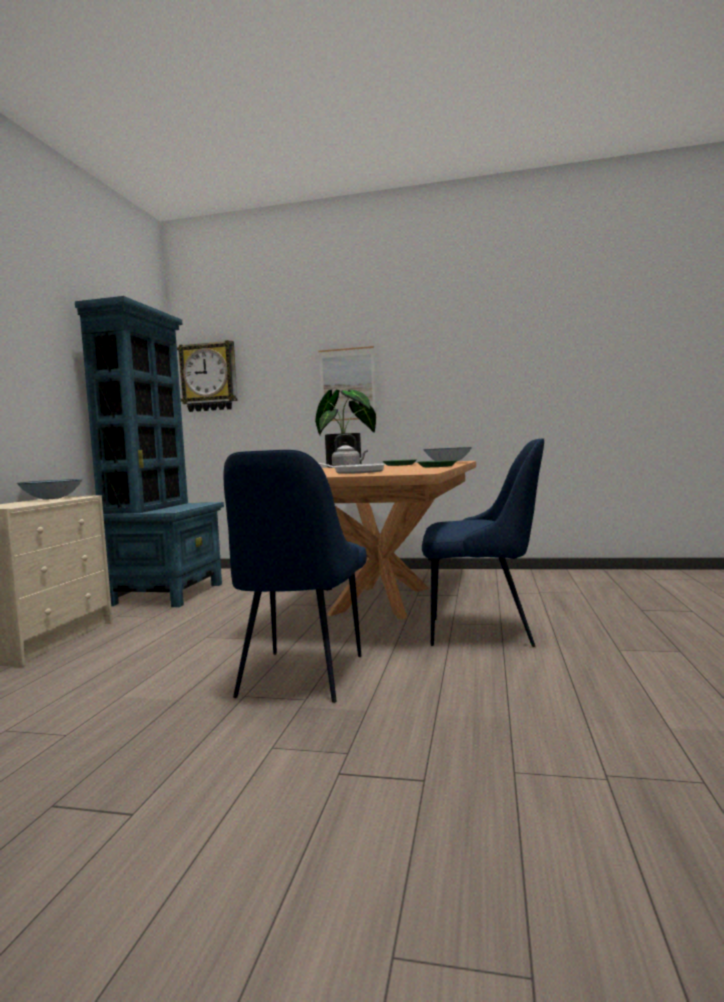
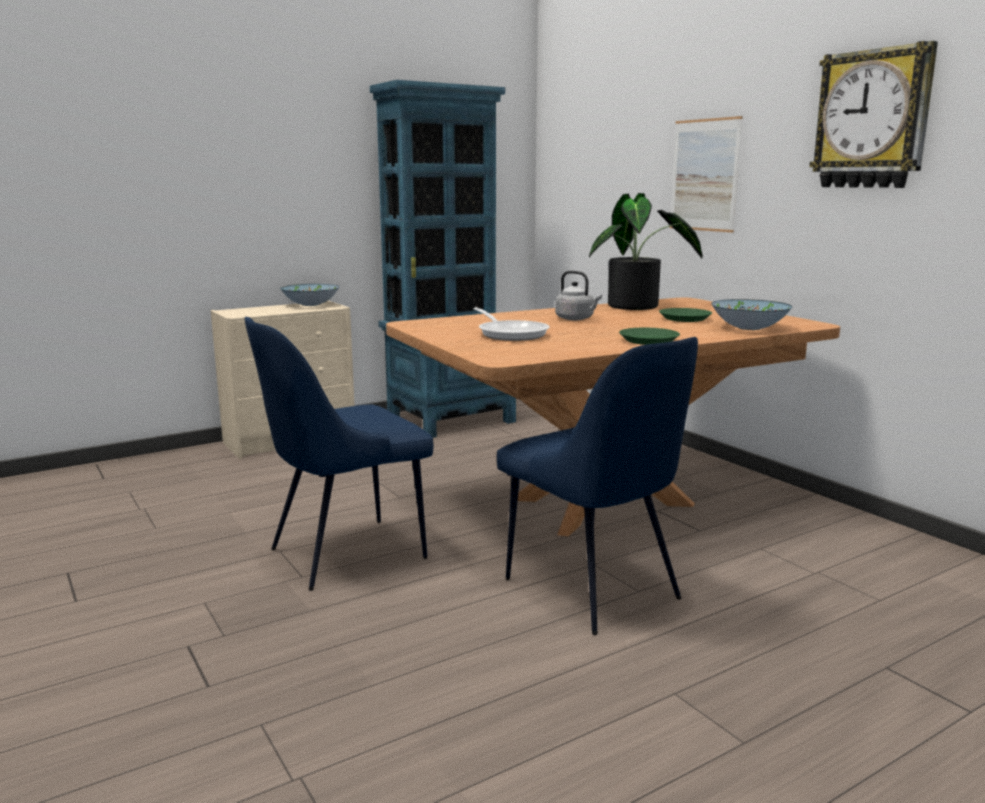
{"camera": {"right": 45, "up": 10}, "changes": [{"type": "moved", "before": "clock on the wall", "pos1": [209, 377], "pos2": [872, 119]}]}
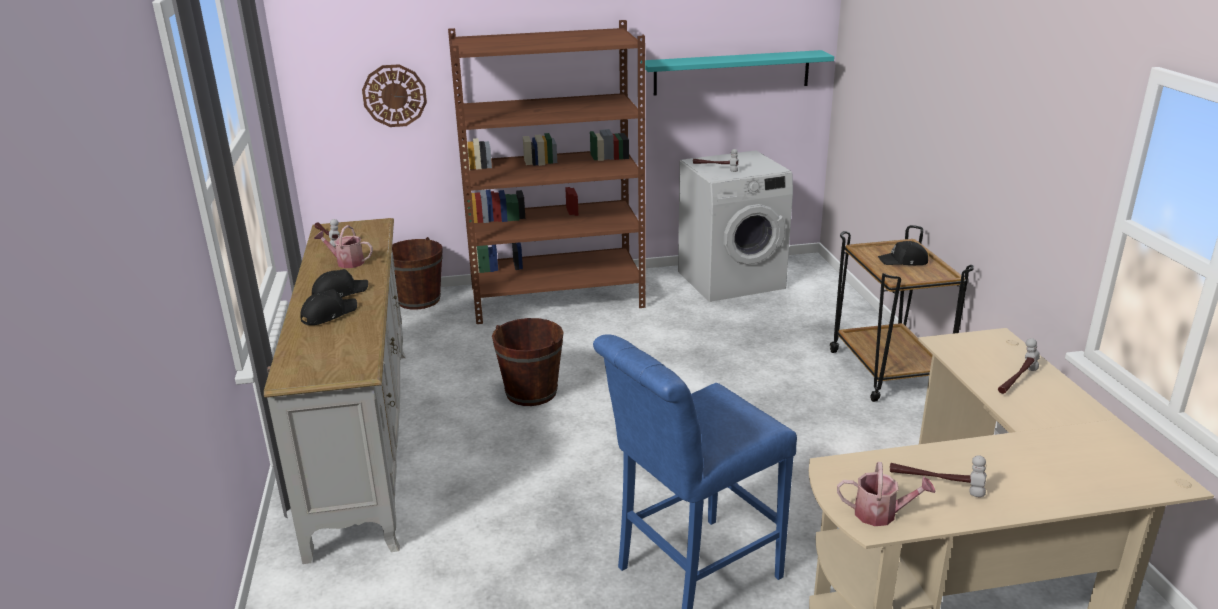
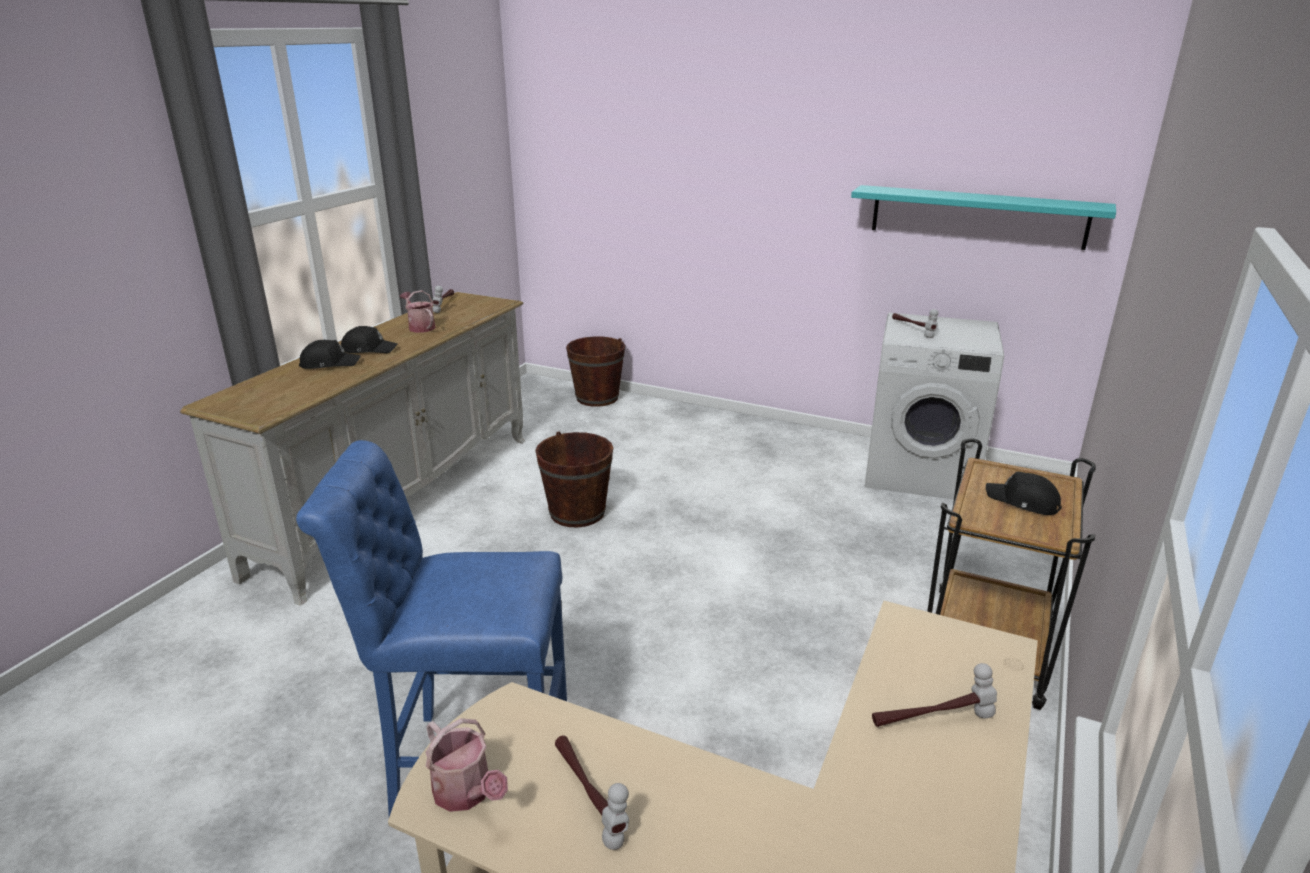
{"camera": {"right": 35, "up": 0}, "changes": [{"type": "removed", "before": "clock on the wall", "pos1": [394, 95]}, {"type": "removed", "before": "bookshelf in brown-coloured", "pos1": [556, 297]}]}
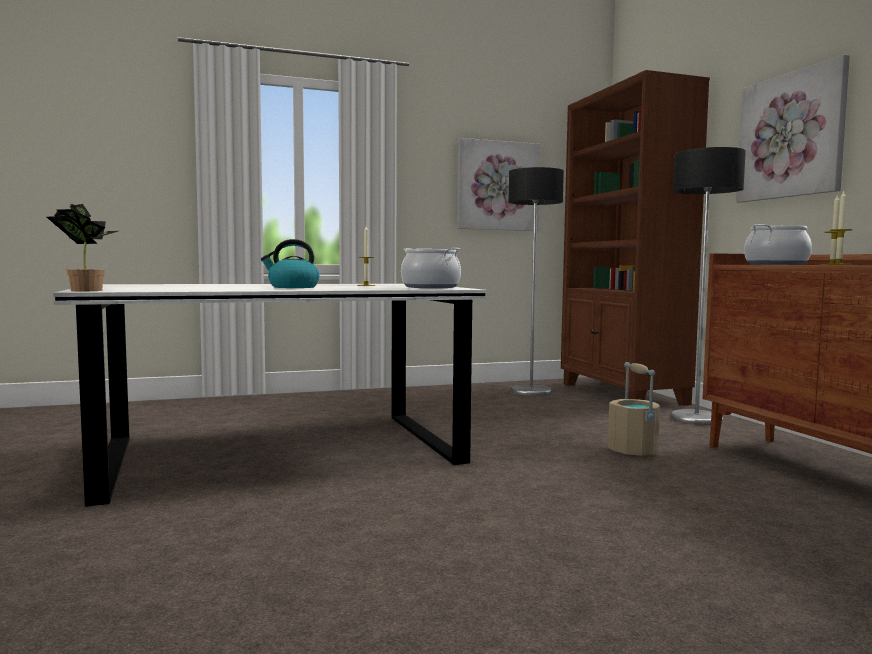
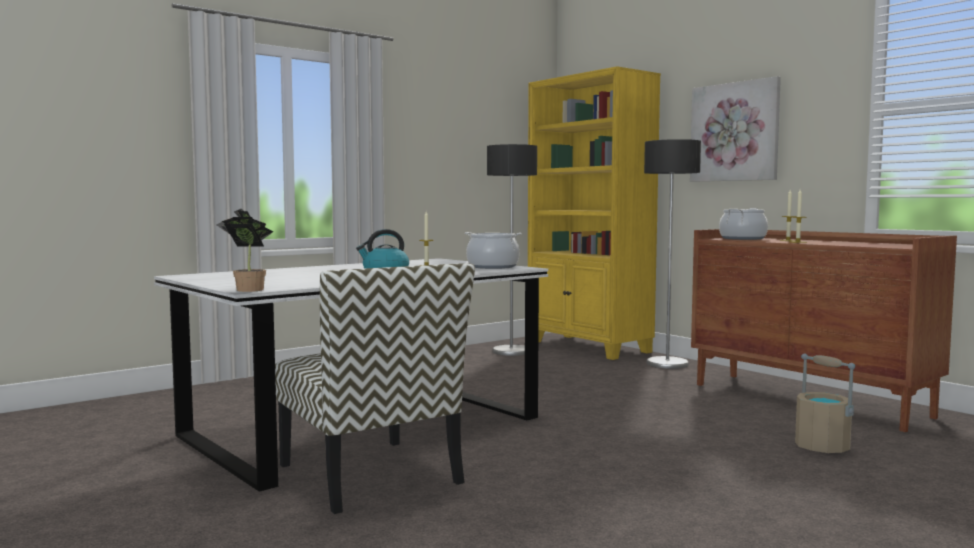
{"camera": {"right": -20, "up": 0}, "changes": [{"type": "added", "after": "chair", "pos2": [371, 474]}, {"type": "recoloured", "before": "bookshelf in brown-coloured", "after": "bookshelf in yellow", "pos1": [622, 393], "pos2": [589, 347]}, {"type": "moved", "before": "water bucket in beige", "pos1": [633, 450], "pos2": [822, 447]}, {"type": "removed", "before": "wall picture", "pos1": [497, 186]}]}
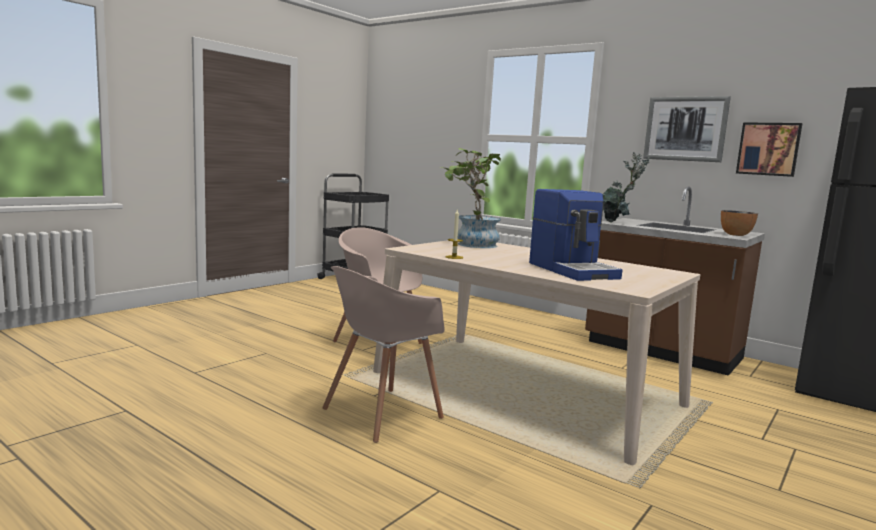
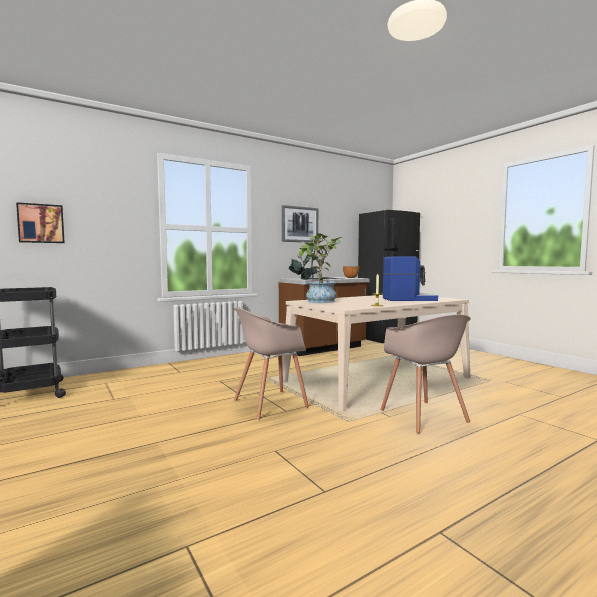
{"camera": {"right": -70, "up": -5}, "changes": [{"type": "moved", "before": "wall picture", "pos1": [768, 149], "pos2": [41, 223]}]}
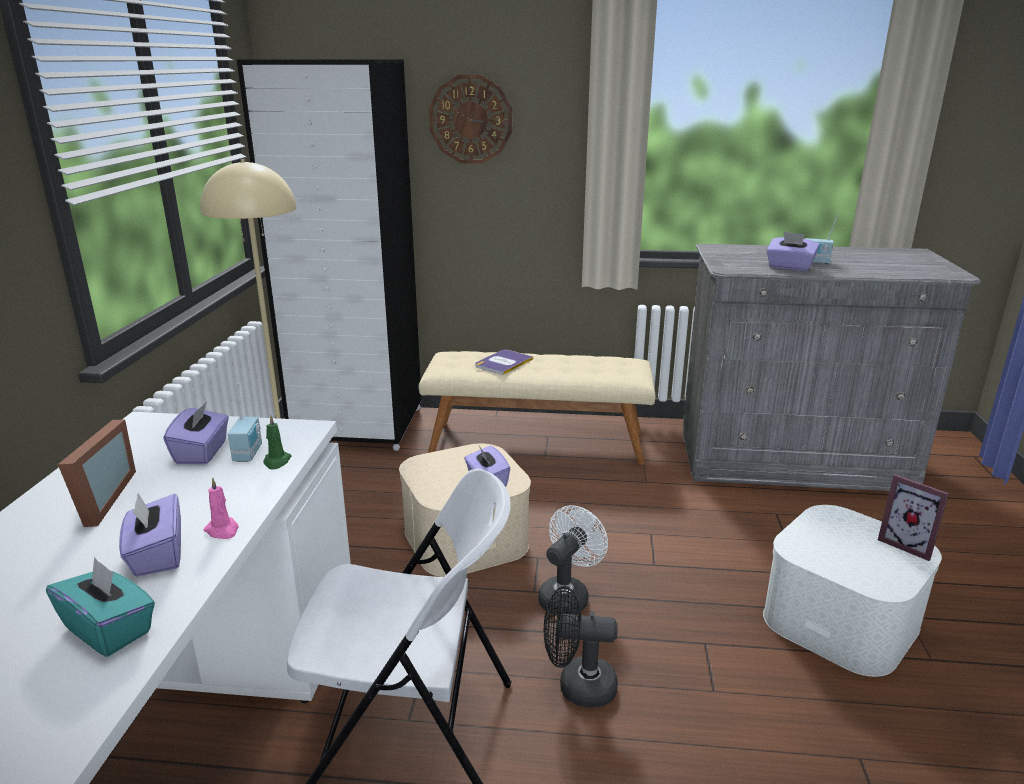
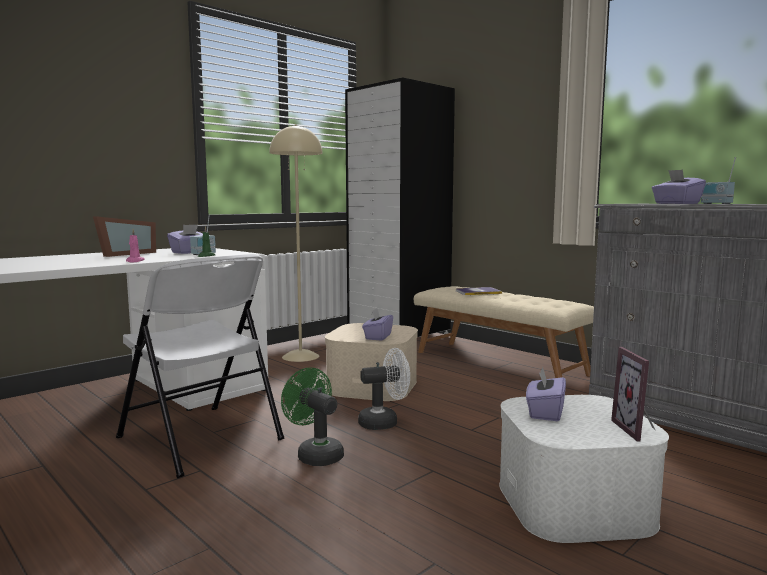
{"camera": {"right": 40, "up": -15}, "changes": [{"type": "recoloured", "before": "cooling fan in black-coloured", "after": "cooling fan in green", "pos1": [577, 686], "pos2": [315, 454]}, {"type": "moved", "before": "box of tissues in purplish", "pos1": [157, 555], "pos2": [545, 412]}, {"type": "removed", "before": "box of tissues in turquoise", "pos1": [110, 629]}, {"type": "removed", "before": "clock on the wall", "pos1": [470, 119]}]}
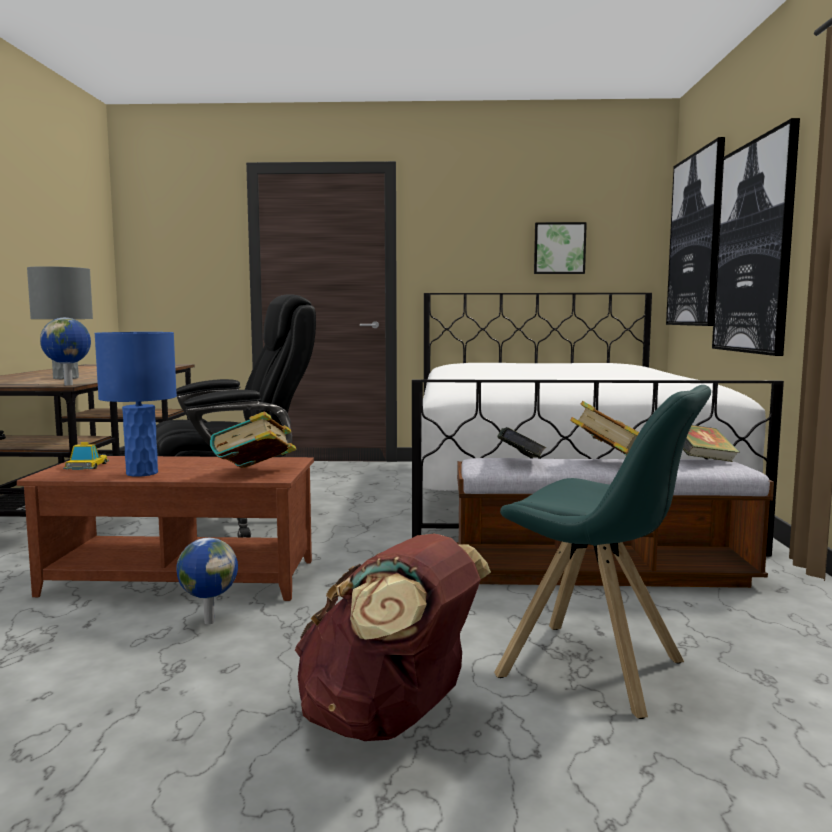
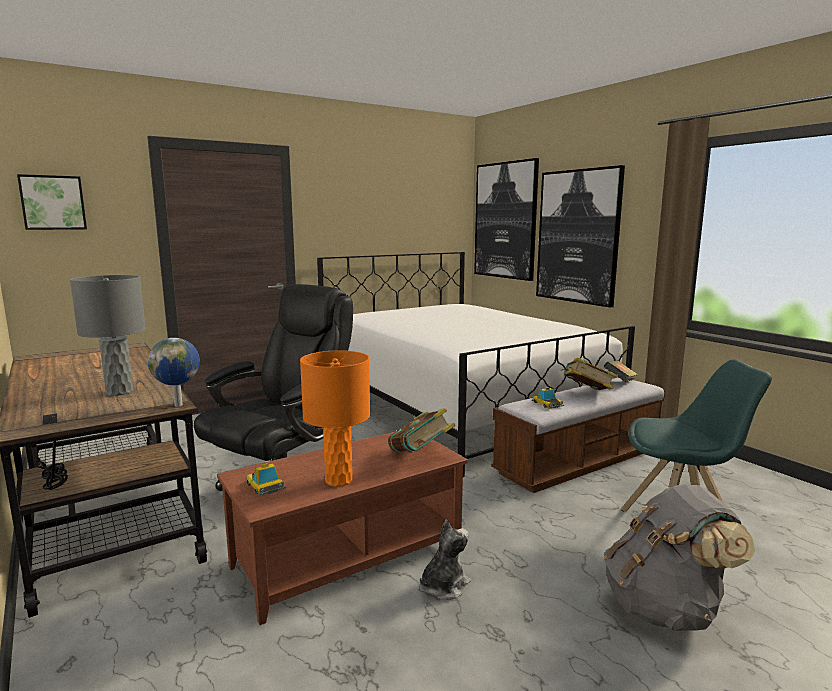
{"camera": {"right": -35, "up": 5}, "changes": [{"type": "moved", "before": "wall picture", "pos1": [559, 248], "pos2": [53, 202]}, {"type": "recoloured", "before": "table lamp in bluish", "after": "table lamp in orangey", "pos1": [141, 473], "pos2": [338, 480]}, {"type": "replaced", "before": "globe", "after": "cuddly toy", "pos1": [209, 621], "pos2": [443, 586]}, {"type": "replaced", "before": "book", "after": "miniature car", "pos1": [520, 462], "pos2": [547, 404]}, {"type": "recoloured", "before": "rucksack in brown-coloured", "after": "rucksack in grey", "pos1": [389, 721], "pos2": [665, 608]}]}
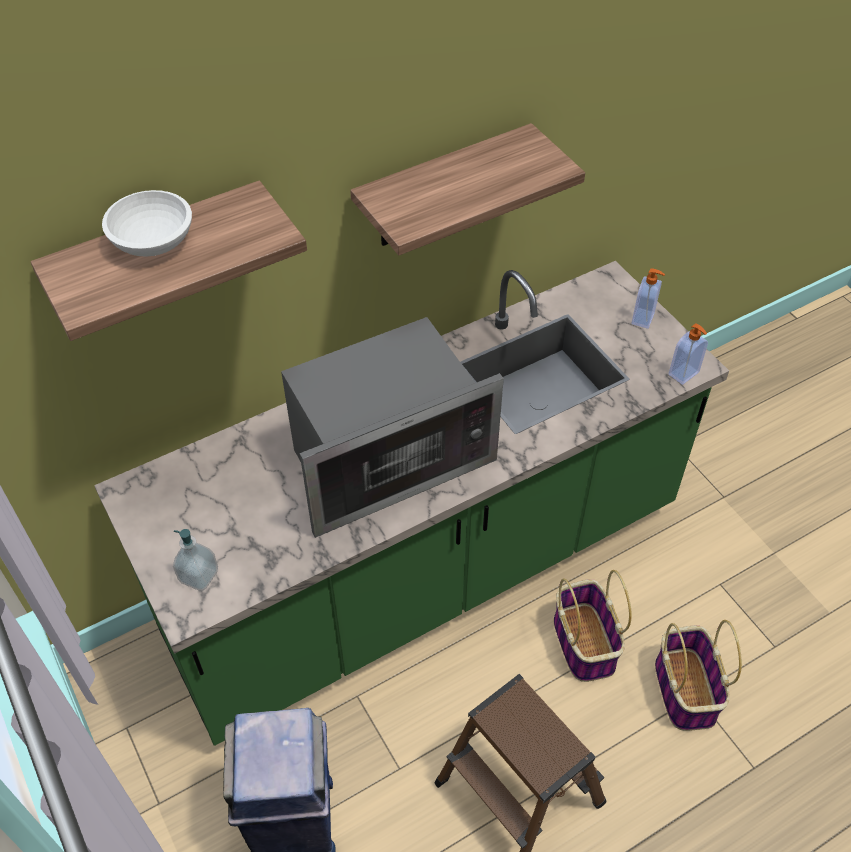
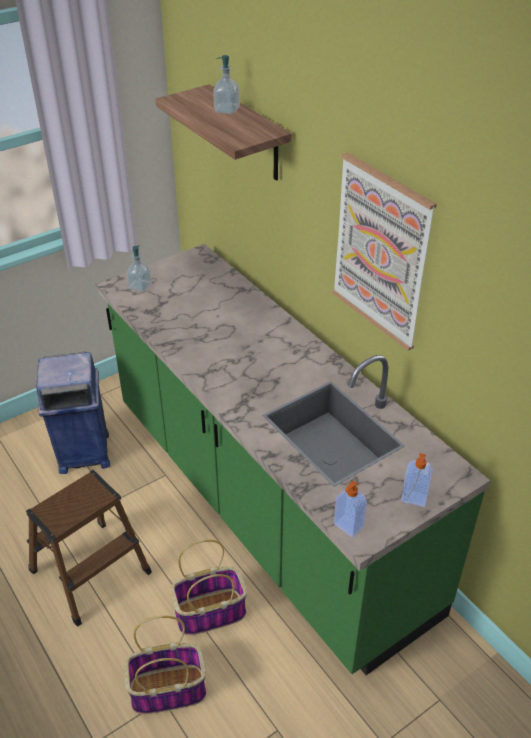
{"camera": {"right": 85, "up": -10}, "changes": [{"type": "replaced", "before": "deep dish in white", "after": "soap dispenser", "pos1": [155, 242], "pos2": [227, 110]}, {"type": "replaced", "before": "shelf", "after": "wall picture", "pos1": [443, 188], "pos2": [381, 252]}, {"type": "removed", "before": "kitchen microwave", "pos1": [385, 460]}]}
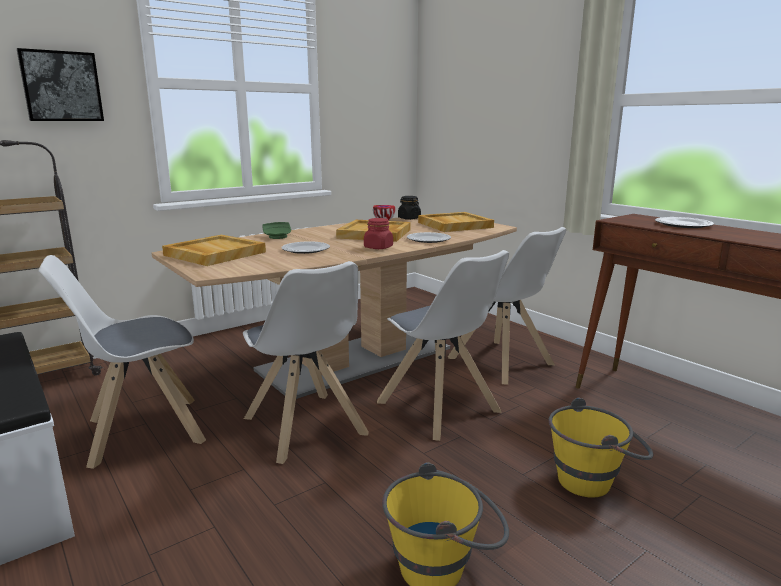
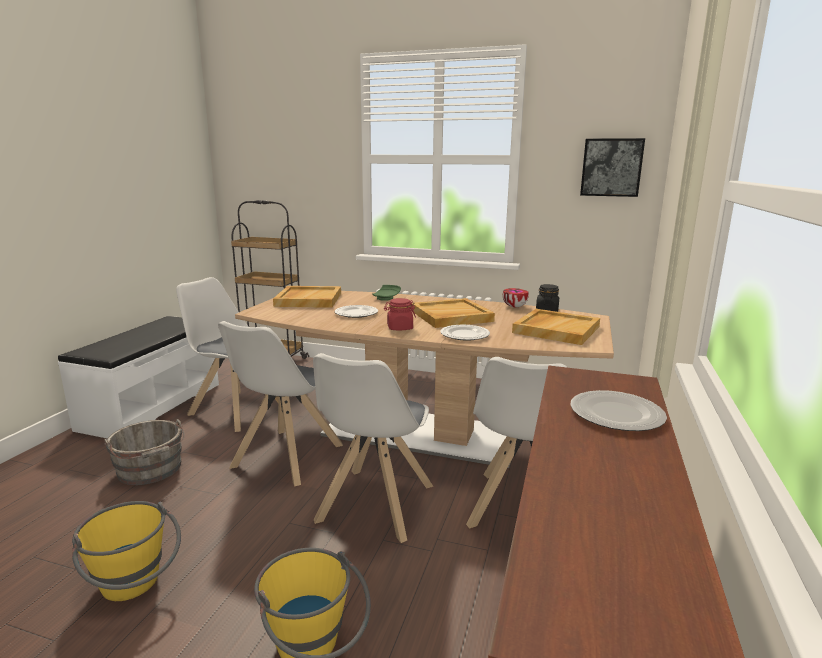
{"camera": {"right": 55, "up": 0}, "changes": [{"type": "added", "after": "water bucket in grey", "pos2": [151, 470]}, {"type": "moved", "before": "wall picture", "pos1": [61, 86], "pos2": [611, 167]}]}
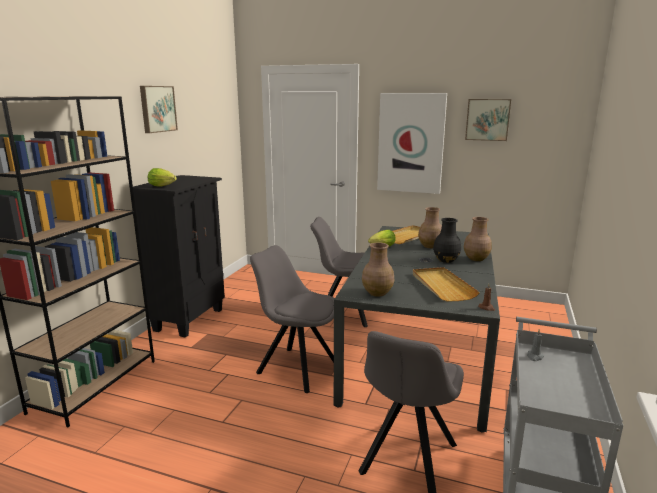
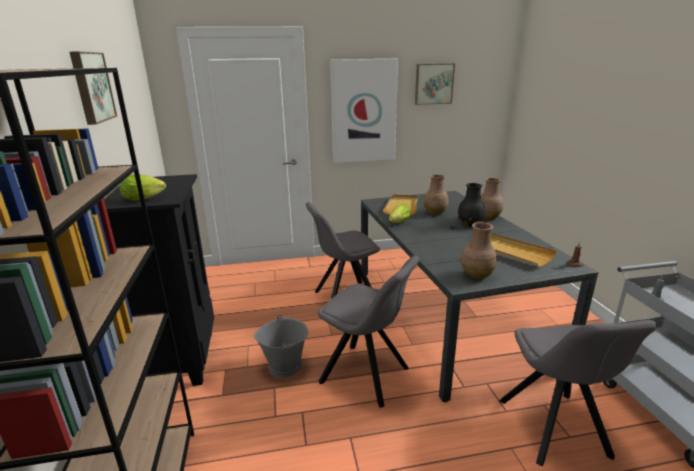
{"camera": {"right": -30, "up": 5}, "changes": [{"type": "added", "after": "water bucket in grey", "pos2": [285, 365]}, {"type": "turned", "before": "chair in grey", "pos1": [297, 369], "pos2": [365, 375], "turn": -150}]}
